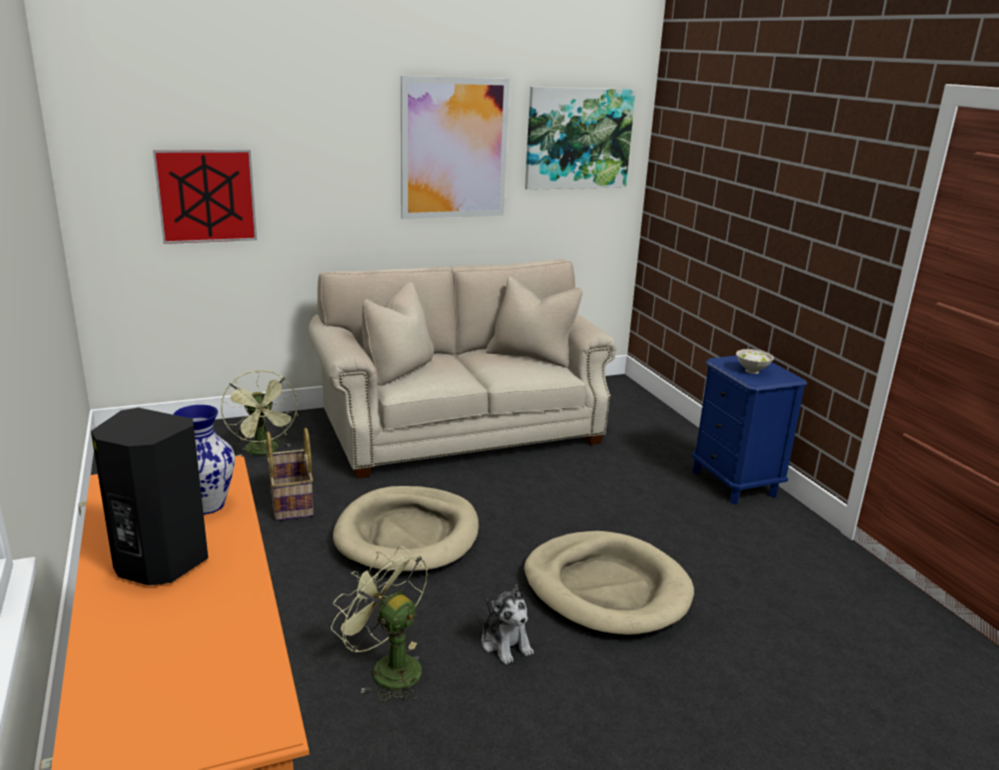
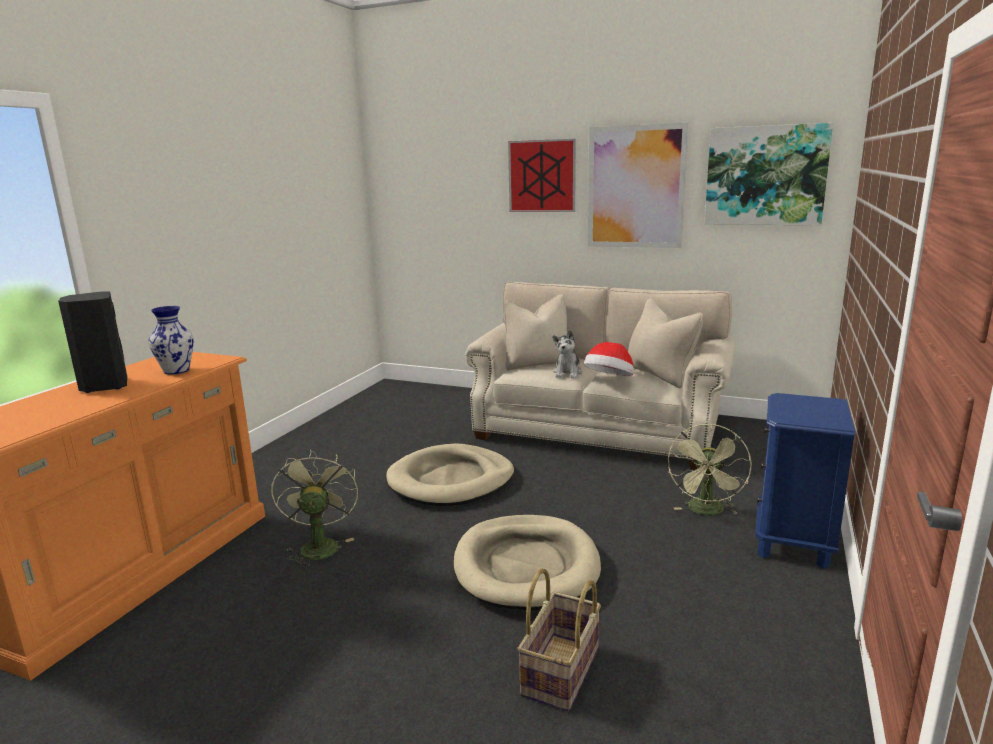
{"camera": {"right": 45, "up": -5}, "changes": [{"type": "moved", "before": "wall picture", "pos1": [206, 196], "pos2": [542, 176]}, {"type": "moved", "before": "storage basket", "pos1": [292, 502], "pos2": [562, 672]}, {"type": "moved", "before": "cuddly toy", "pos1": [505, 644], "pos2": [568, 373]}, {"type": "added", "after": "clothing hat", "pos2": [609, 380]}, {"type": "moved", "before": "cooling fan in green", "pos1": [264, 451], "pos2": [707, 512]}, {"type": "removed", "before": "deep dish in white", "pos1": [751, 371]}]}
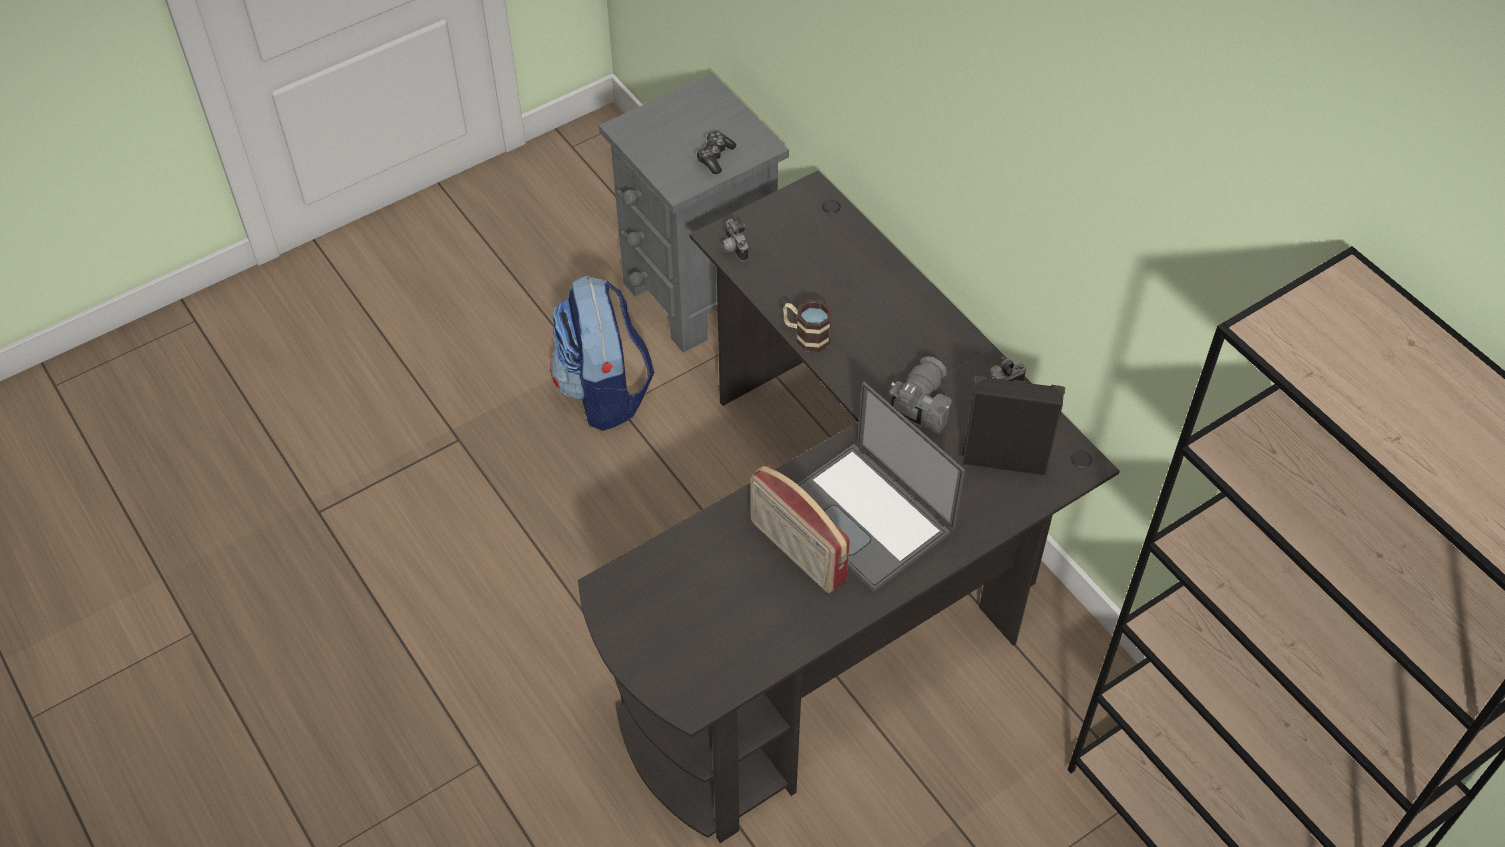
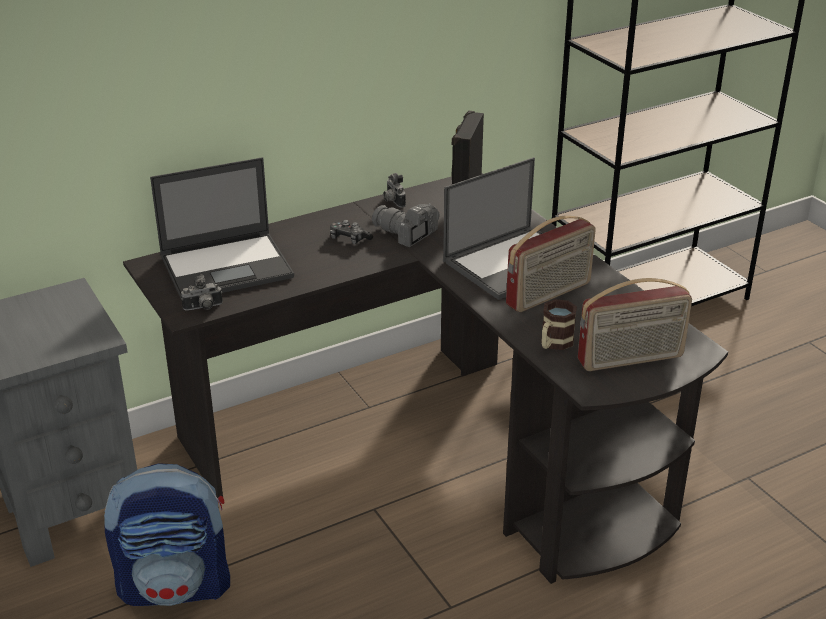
{"camera": {"right": -85, "up": -20}, "changes": [{"type": "added", "after": "laptop", "pos2": [228, 266]}, {"type": "moved", "before": "joypad", "pos1": [715, 157], "pos2": [349, 239]}, {"type": "moved", "before": "mug", "pos1": [806, 335], "pos2": [553, 344]}, {"type": "added", "after": "radio set", "pos2": [631, 360]}]}
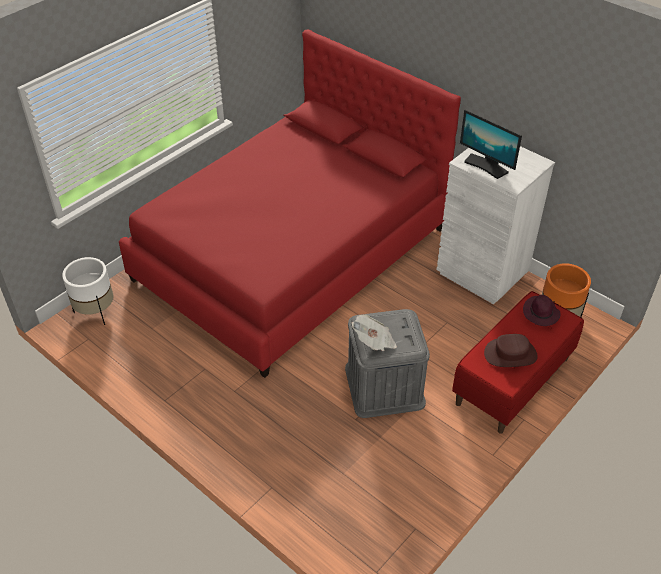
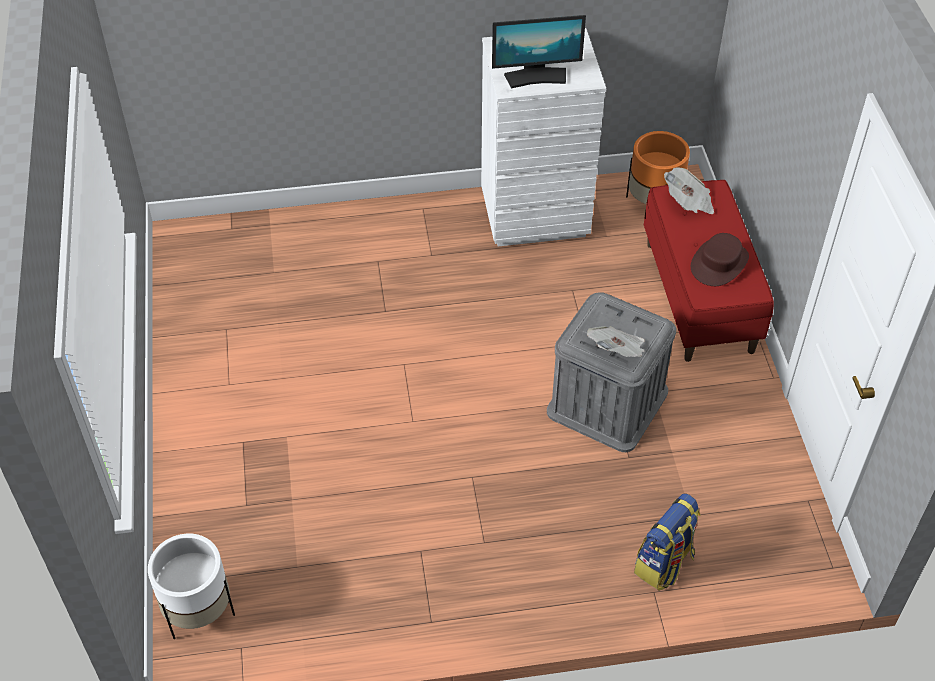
{"camera": {"right": -50, "up": 5}, "changes": [{"type": "added", "after": "rucksack", "pos2": [664, 564]}, {"type": "replaced", "before": "clothing hat in purplish", "after": "printed paper", "pos1": [541, 313], "pos2": [688, 202]}, {"type": "removed", "before": "bed in red", "pos1": [292, 253]}]}
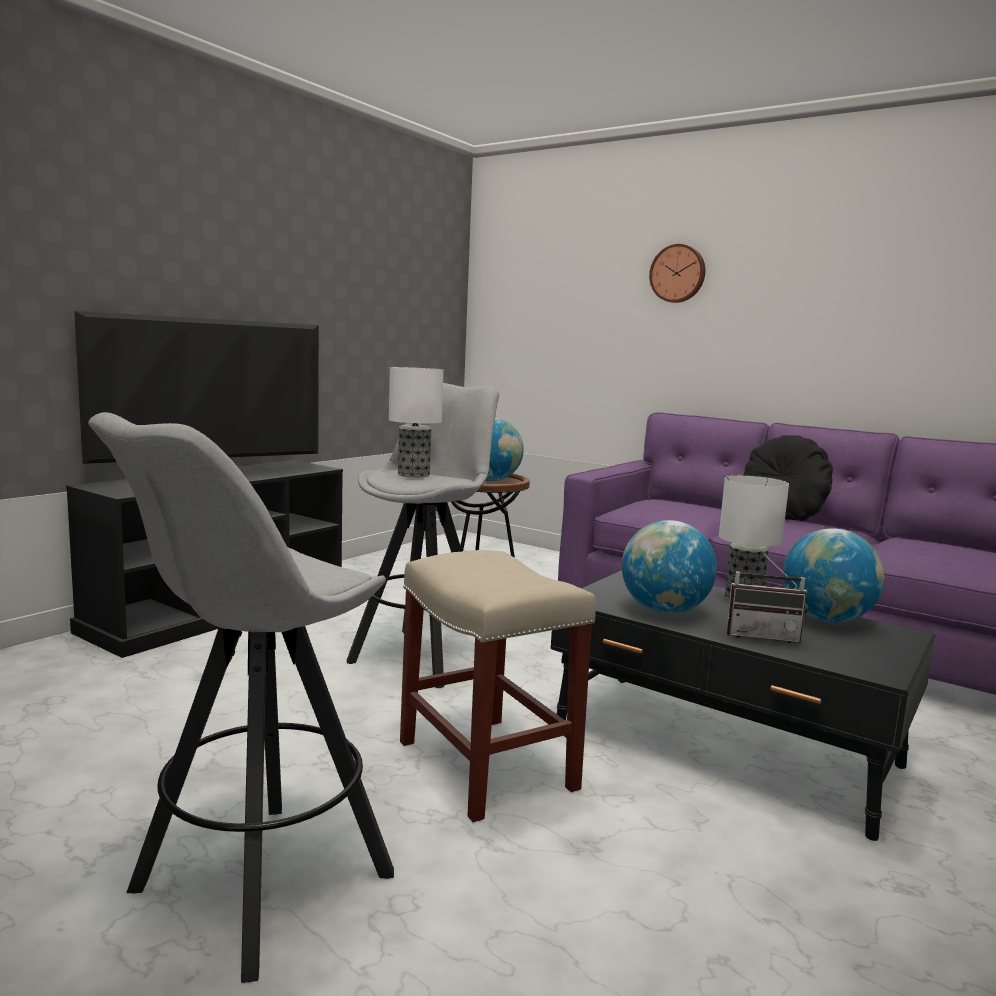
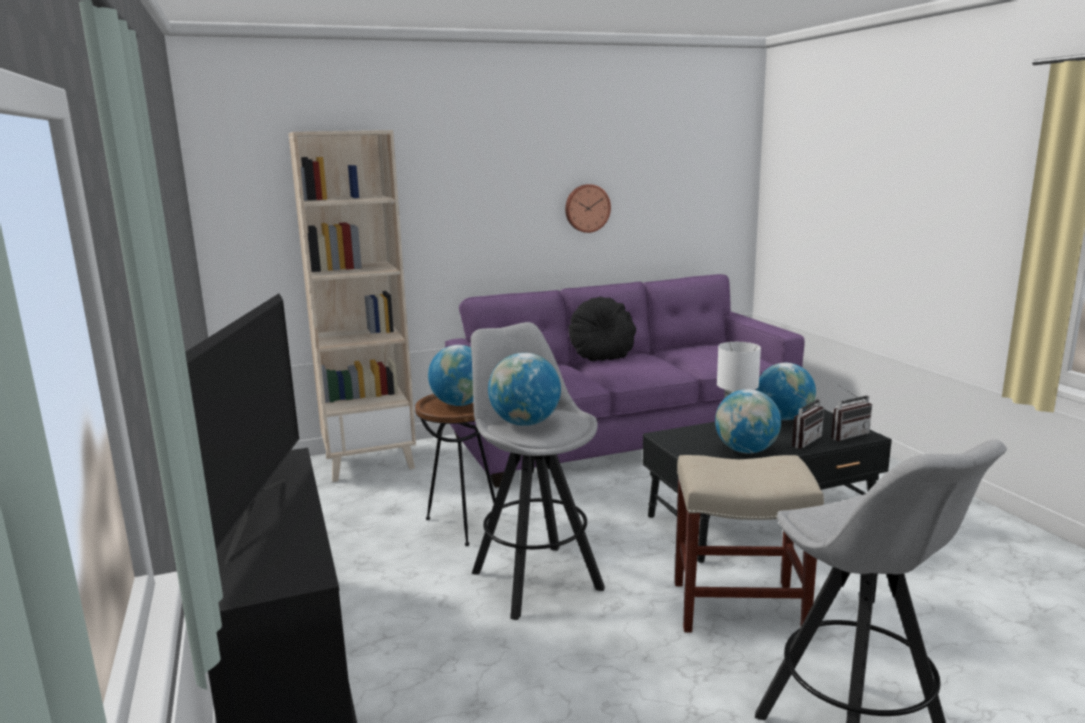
{"camera": {"right": -55, "up": 5}, "changes": [{"type": "added", "after": "bookshelf in beige", "pos2": [370, 462]}, {"type": "replaced", "before": "table lamp", "after": "globe", "pos1": [413, 475], "pos2": [525, 423]}, {"type": "moved", "before": "clock on the wall", "pos1": [678, 273], "pos2": [587, 208]}, {"type": "added", "after": "radio set", "pos2": [846, 435]}]}
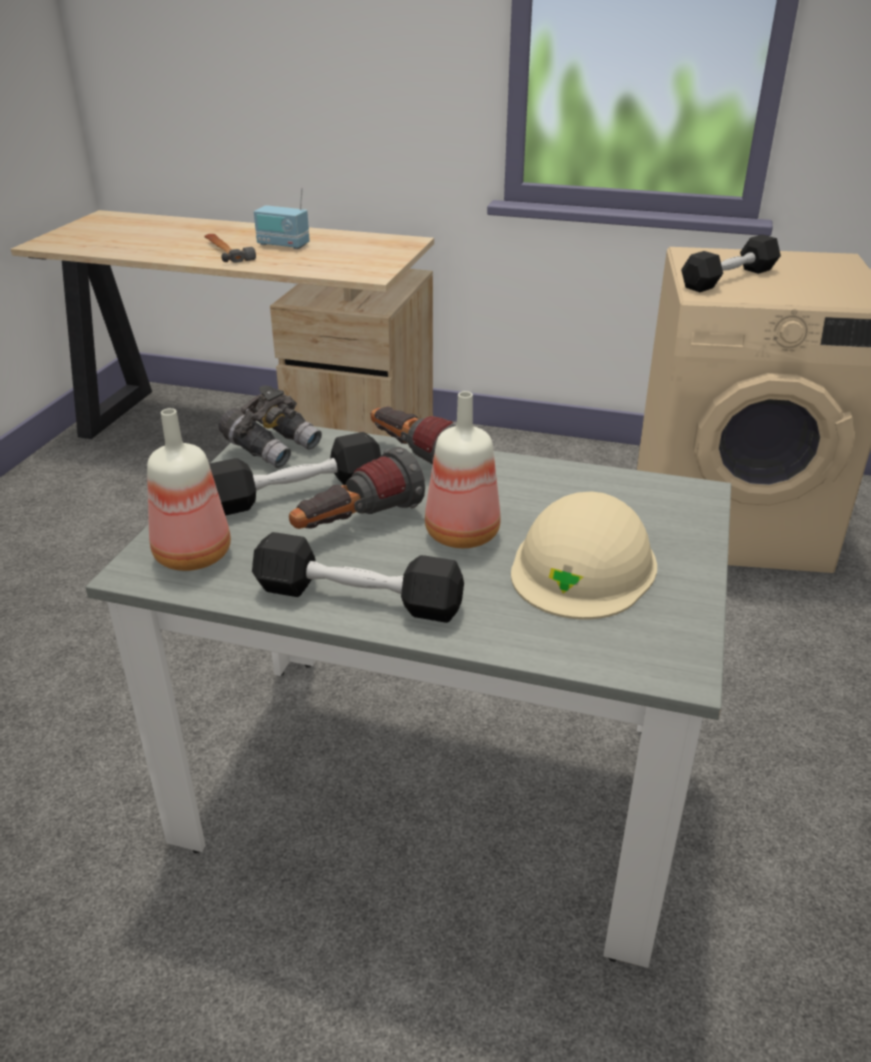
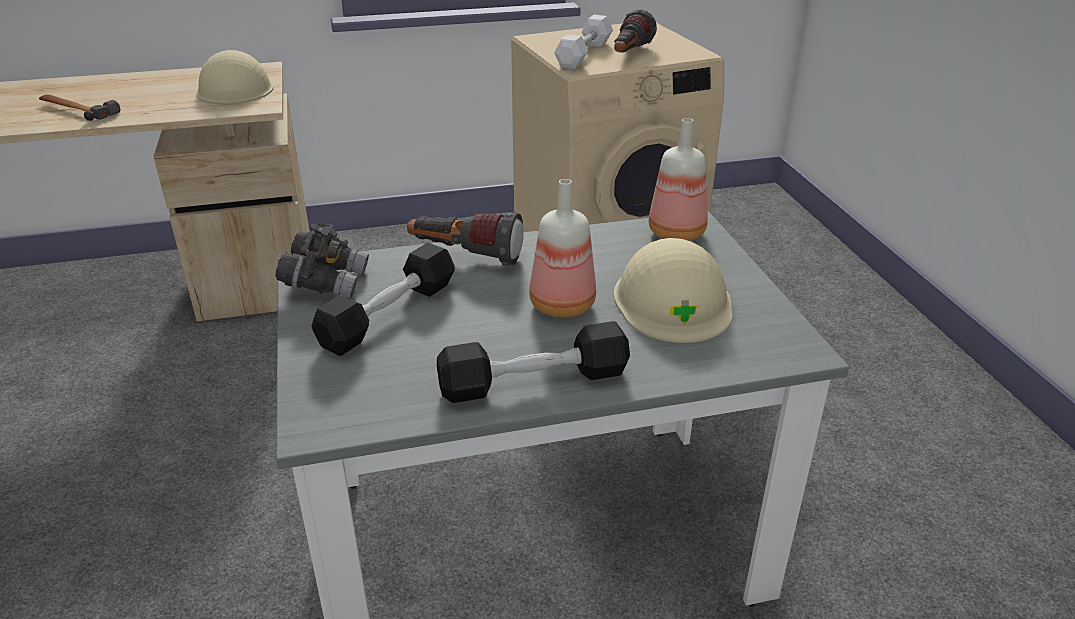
{"camera": {"right": -30, "up": 0}, "changes": [{"type": "added", "after": "hard hat in beige", "pos2": [235, 89]}, {"type": "recoloured", "before": "hand weight in black-coloured", "after": "hand weight in white", "pos1": [729, 278], "pos2": [584, 54]}, {"type": "moved", "before": "hand torch", "pos1": [356, 524], "pos2": [629, 55]}, {"type": "moved", "before": "drink bottle", "pos1": [194, 557], "pos2": [678, 233]}, {"type": "removed", "before": "radio set", "pos1": [283, 245]}]}
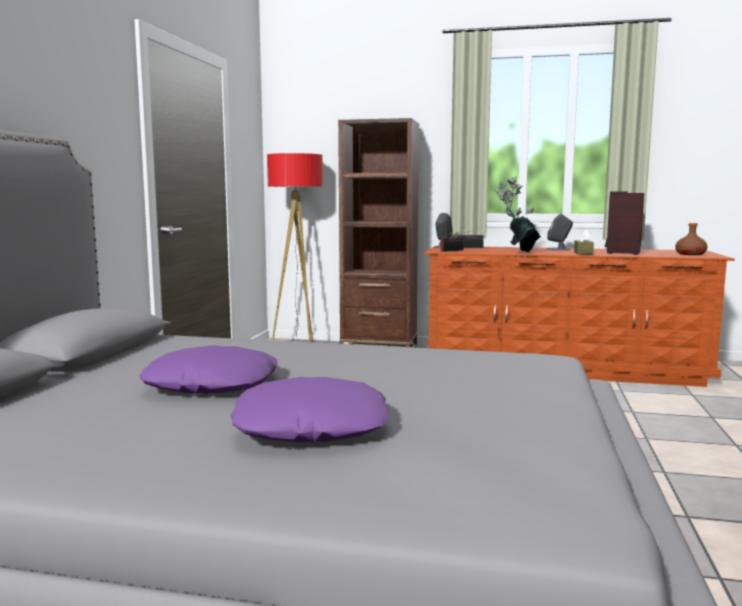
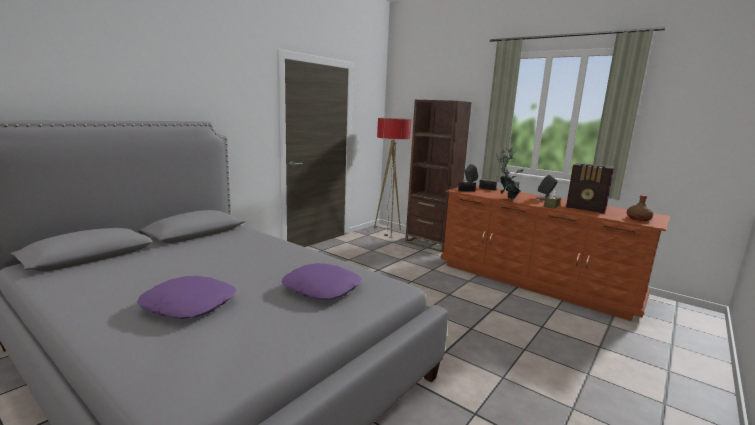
{"camera": {"right": 25, "up": 5}, "changes": [{"type": "moved", "before": "throw pillow in purplish", "pos1": [212, 384], "pos2": [322, 288]}, {"type": "turned", "before": "radio set", "pos1": [622, 252], "pos2": [586, 208], "turn": -105}]}
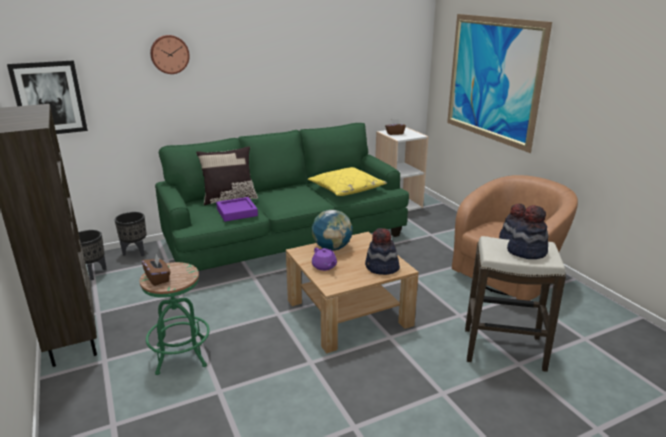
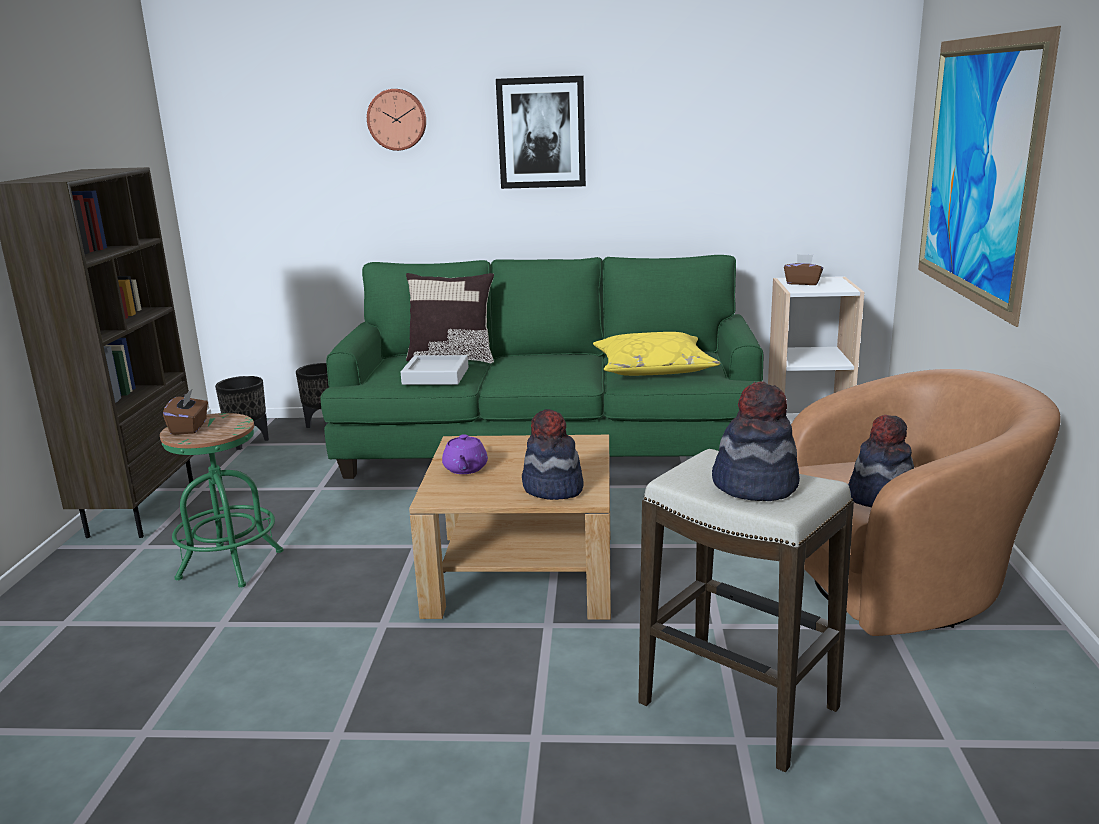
{"camera": {"right": 30, "up": -5}, "changes": [{"type": "recoloured", "before": "tray in purplish", "after": "tray in grey", "pos1": [237, 212], "pos2": [436, 376]}, {"type": "moved", "before": "wall picture", "pos1": [49, 98], "pos2": [541, 133]}, {"type": "removed", "before": "globe", "pos1": [332, 248]}]}
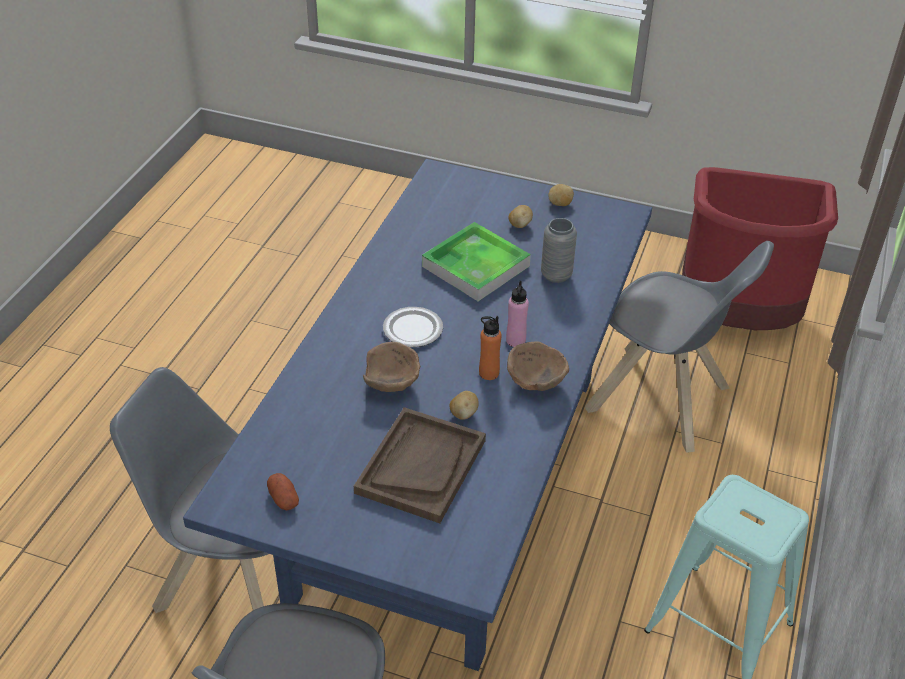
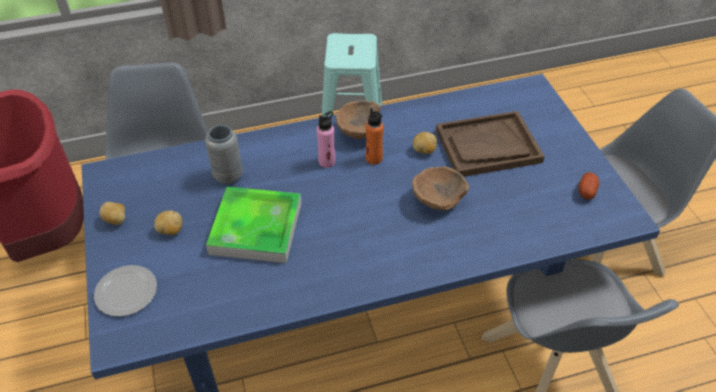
{"camera": {"right": -125, "up": 5}, "changes": [{"type": "moved", "before": "dinner plate", "pos1": [413, 330], "pos2": [126, 291]}]}
